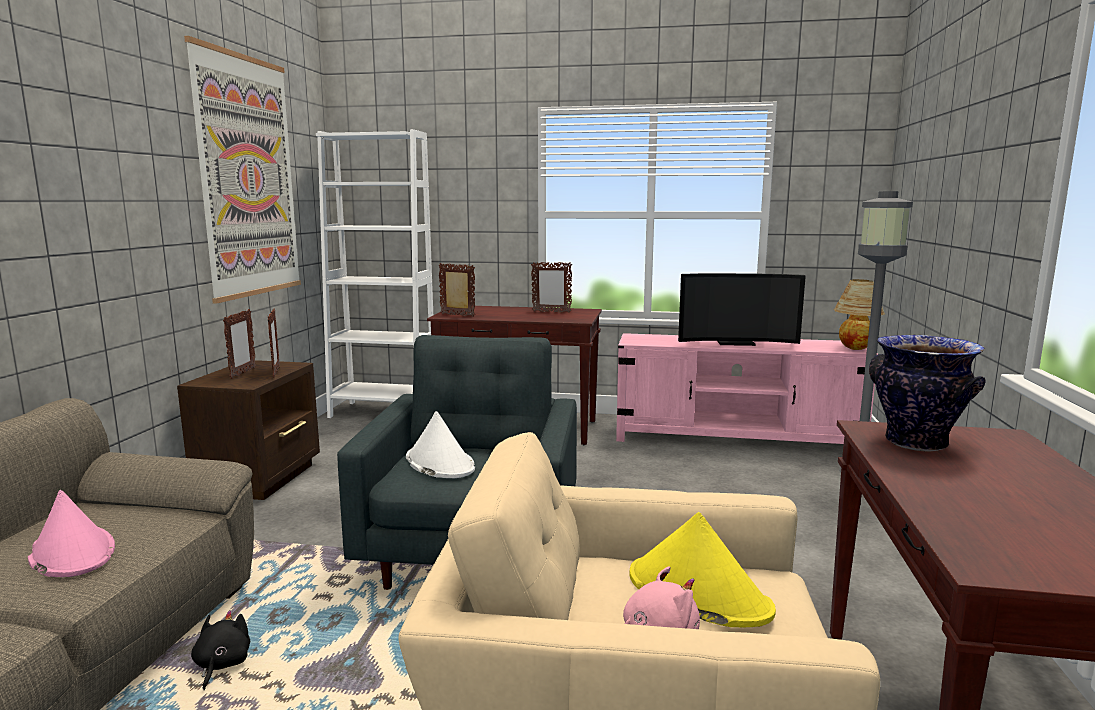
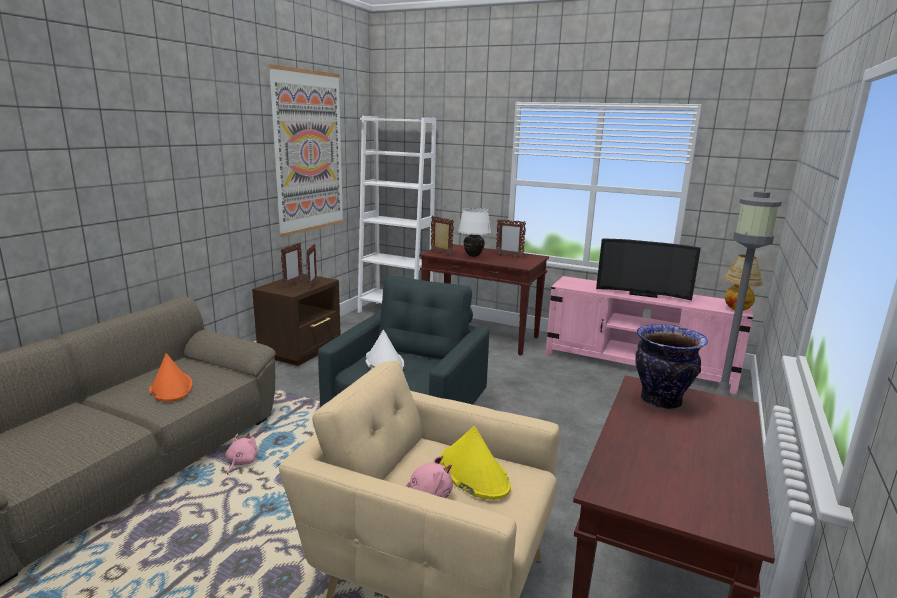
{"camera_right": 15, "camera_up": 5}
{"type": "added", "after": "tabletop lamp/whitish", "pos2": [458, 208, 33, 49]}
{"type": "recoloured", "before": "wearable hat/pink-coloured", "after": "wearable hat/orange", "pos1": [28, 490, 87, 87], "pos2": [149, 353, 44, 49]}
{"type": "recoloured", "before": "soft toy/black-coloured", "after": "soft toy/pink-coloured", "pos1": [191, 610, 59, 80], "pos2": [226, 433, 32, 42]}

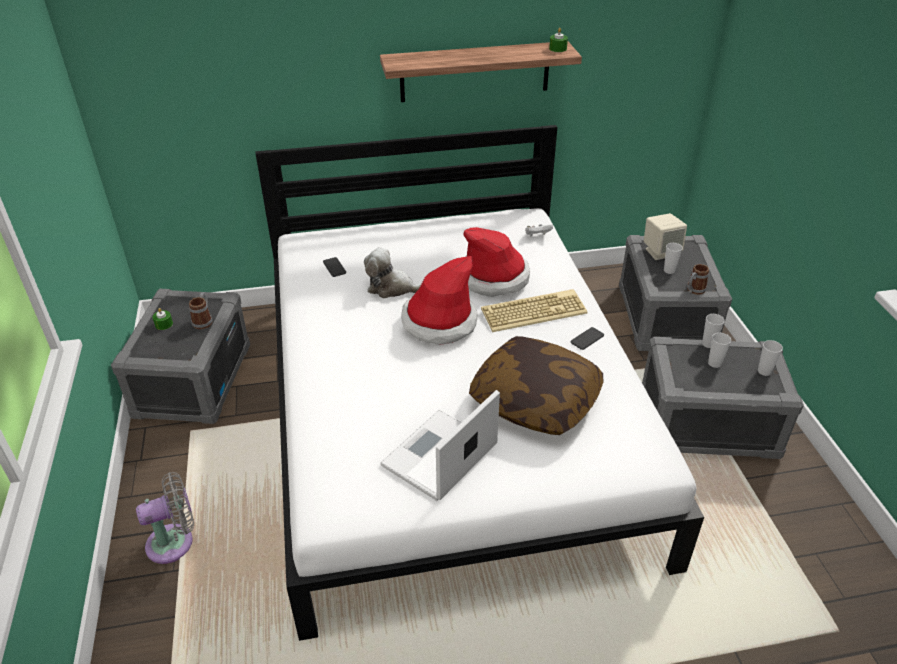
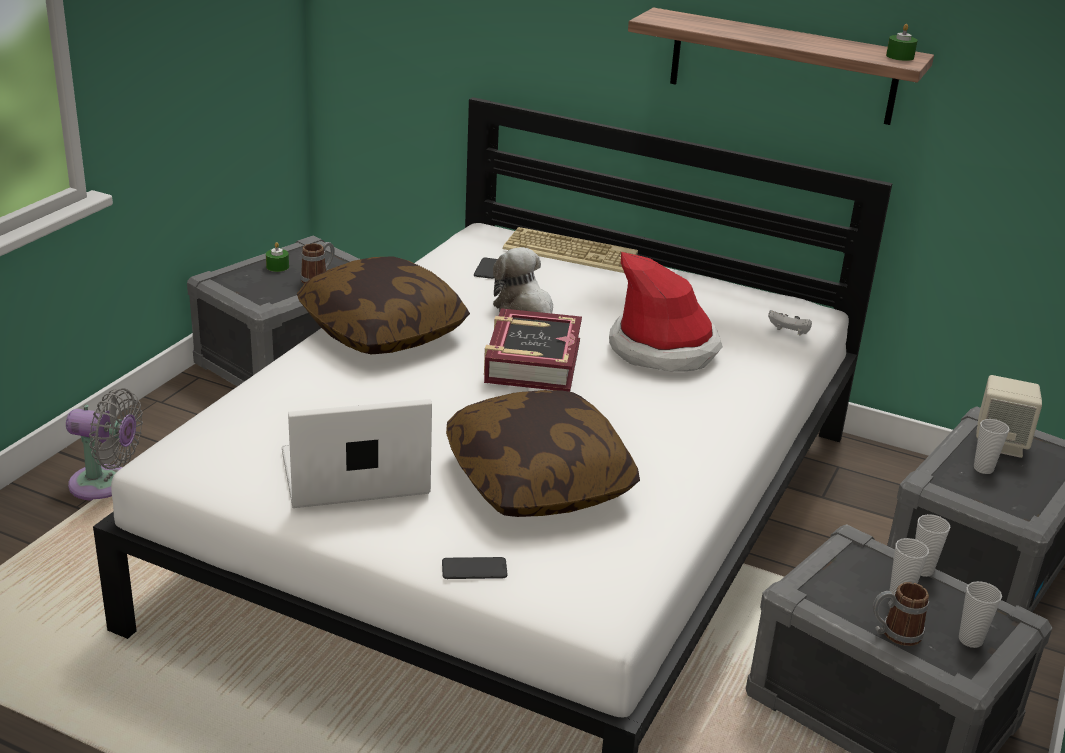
{"camera_right": 35, "camera_up": -10}
{"type": "added", "after": "pillow", "pos2": [297, 256, 173, 98]}
{"type": "moved", "before": "computer keyboard", "pos1": [481, 289, 106, 43], "pos2": [503, 227, 135, 46]}
{"type": "moved", "before": "phone", "pos1": [571, 327, 33, 23], "pos2": [442, 557, 65, 22]}
{"type": "moved", "before": "coffee mug", "pos1": [687, 264, 22, 31], "pos2": [873, 582, 56, 64]}
{"type": "replaced", "before": "wearable hat", "after": "volume", "pos1": [401, 256, 77, 89], "pos2": [484, 308, 98, 84]}

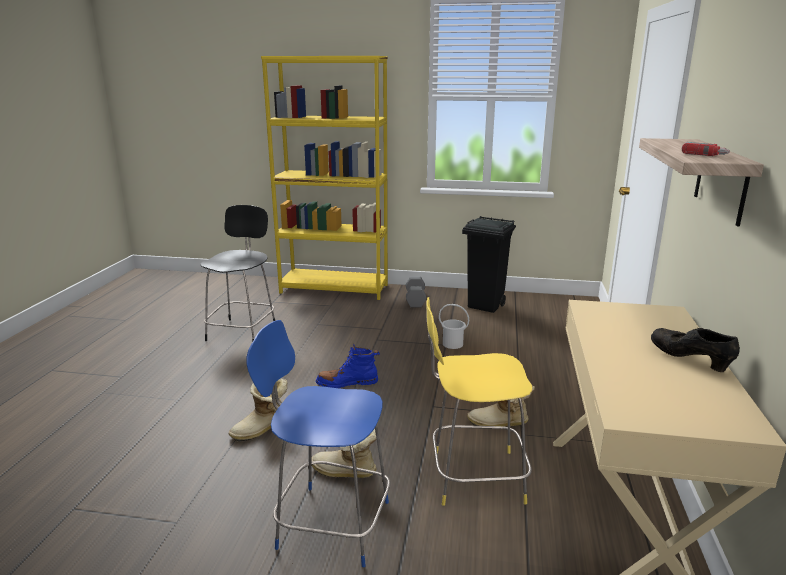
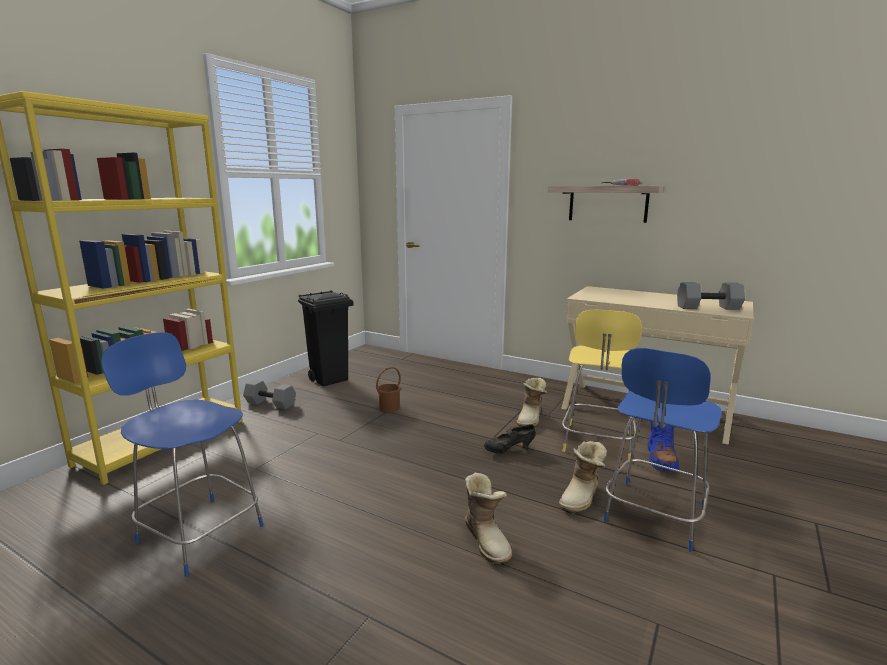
{"camera_right": -70, "camera_up": -5}
{"type": "added", "after": "hand weight/greyish", "pos2": [677, 282, 68, 28]}
{"type": "moved", "before": "high-top boot/bluish", "pos1": [316, 344, 64, 44], "pos2": [648, 421, 31, 51]}
{"type": "moved", "before": "item of footwear/black-coloured", "pos1": [651, 327, 89, 45], "pos2": [484, 424, 52, 30]}
{"type": "recoloured", "before": "stool/black-coloured", "after": "stool/bluish", "pos1": [200, 205, 75, 136], "pos2": [101, 332, 163, 244]}
{"type": "recoloured", "before": "bucket/whitish", "after": "bucket/brown-coloured", "pos1": [439, 304, 30, 45], "pos2": [376, 367, 25, 46]}

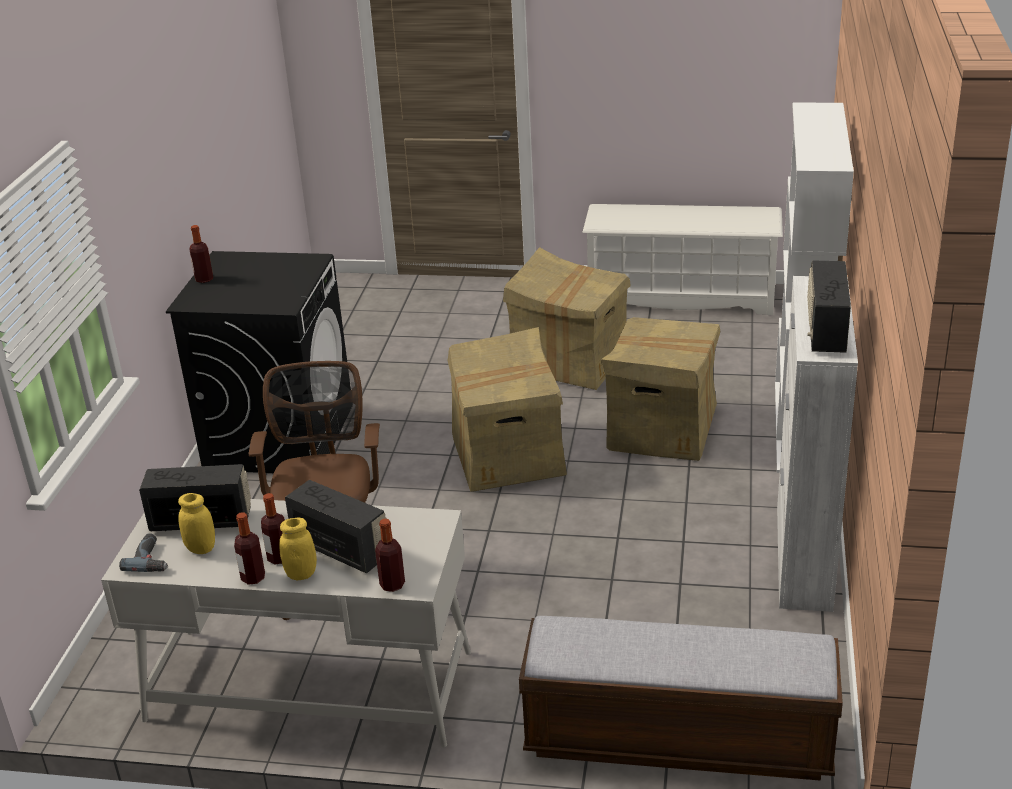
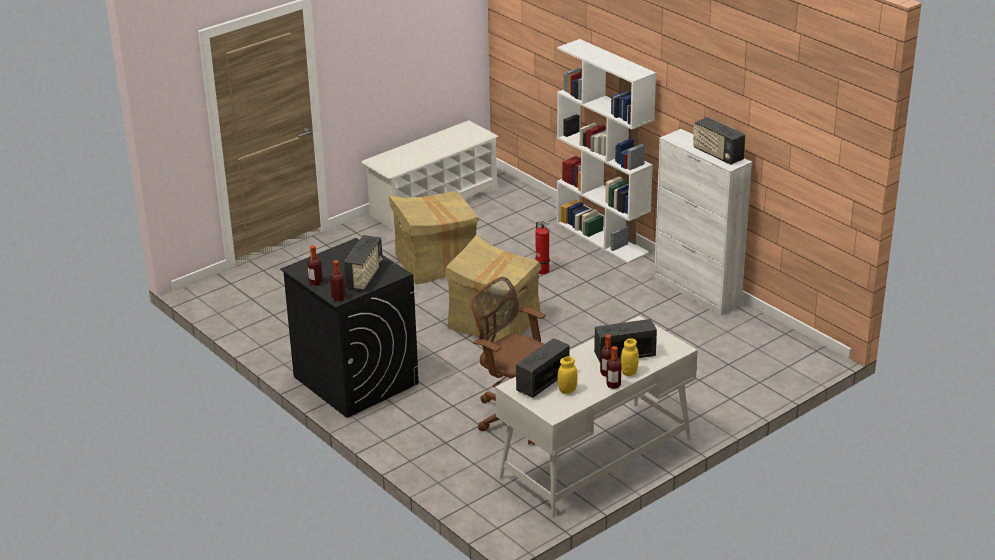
{"camera_right": -50, "camera_up": 0}
{"type": "removed", "before": "electric drill", "pos1": [119, 533, 49, 39]}
{"type": "removed", "before": "indoor bench", "pos1": [519, 616, 324, 165]}
{"type": "added", "after": "radio", "pos2": [344, 235, 39, 56]}
{"type": "moved", "before": "beverage bottle", "pos1": [375, 519, 30, 73], "pos2": [330, 260, 16, 41]}
{"type": "replaced", "before": "cardboard box", "after": "fire-fighting cylinder", "pos1": [601, 317, 120, 144], "pos2": [535, 220, 16, 54]}

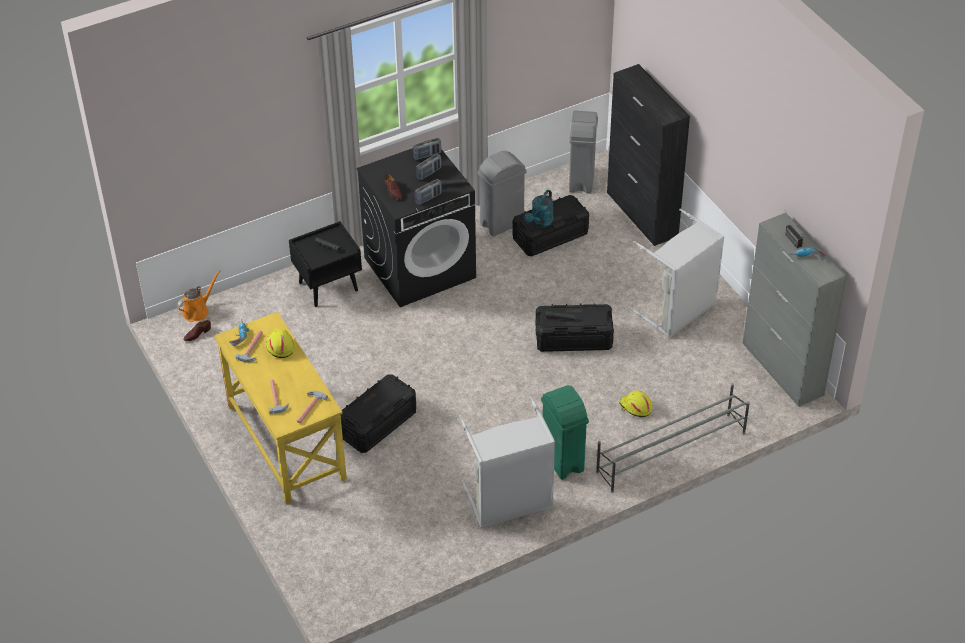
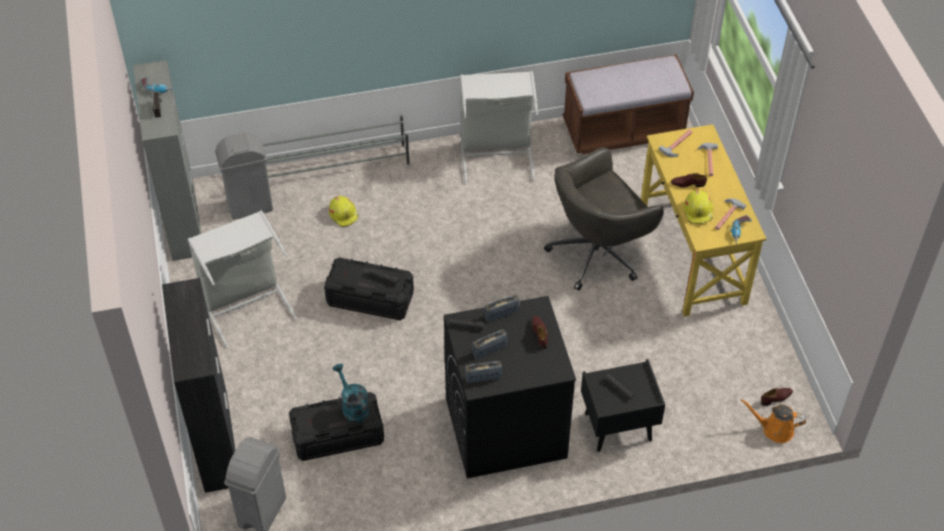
{"camera_right": -165, "camera_up": 5}
{"type": "removed", "before": "waste bin/greenish", "pos1": [541, 385, 48, 95]}
{"type": "added", "after": "indoor bench/brown-coloured", "pos2": [563, 55, 131, 100]}
{"type": "added", "after": "item of footwear/brown-coloured", "pos2": [671, 173, 36, 14]}
{"type": "moved", "before": "waste bin/greyish", "pos1": [478, 151, 49, 85], "pos2": [215, 132, 58, 88]}
{"type": "replaced", "before": "storage box/black-coloured", "after": "office chair/greyish", "pos1": [341, 374, 75, 79], "pos2": [544, 147, 120, 144]}
{"type": "turned", "before": "watering pot/orange", "pos1": [177, 270, 43, 52], "pos2": [741, 399, 65, 44], "turn": 45}
{"type": "turned", "before": "watering pot/turquoise-coloured", "pos1": [524, 190, 30, 37], "pos2": [333, 363, 36, 60], "turn": -75}

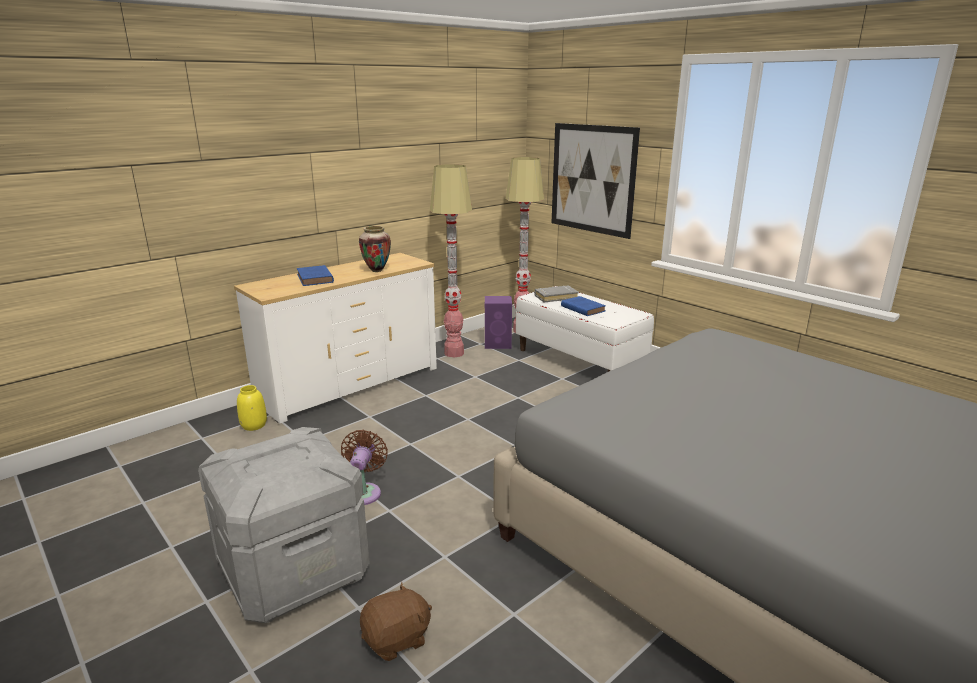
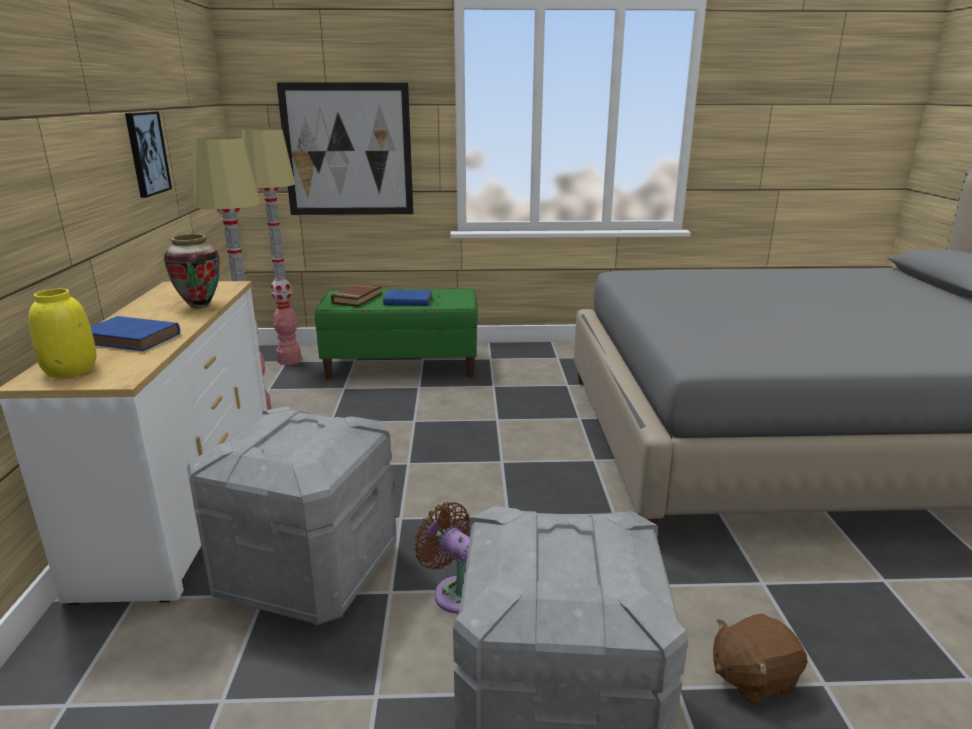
{"camera_right": -50, "camera_up": 0}
{"type": "removed", "before": "loudspeaker/purple-coloured", "pos1": [485, 296, 27, 53]}
{"type": "added", "after": "wall picture", "pos2": [125, 111, 47, 87]}
{"type": "added", "after": "storage box/greyish", "pos2": [187, 406, 210, 219]}
{"type": "moved", "before": "vase/yellowish", "pos1": [237, 385, 30, 46], "pos2": [28, 289, 68, 89]}
{"type": "recoloured", "before": "indoor bench/whitish", "after": "indoor bench/greenish", "pos1": [516, 286, 138, 86], "pos2": [315, 288, 163, 91]}
{"type": "recoloured", "before": "volume/greyish", "after": "volume/brown-coloured", "pos1": [535, 285, 44, 17], "pos2": [331, 283, 51, 24]}
{"type": "turned", "before": "soft toy/brown-coloured", "pos1": [360, 582, 72, 79], "pos2": [713, 613, 95, 93], "turn": -120}

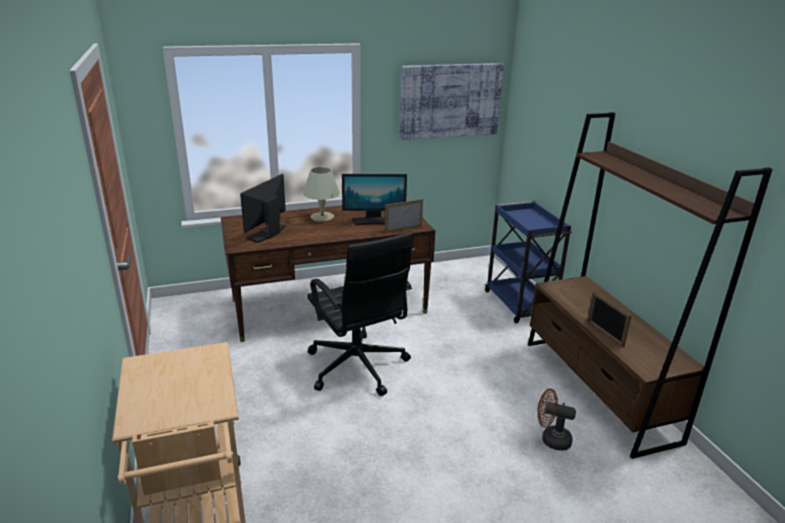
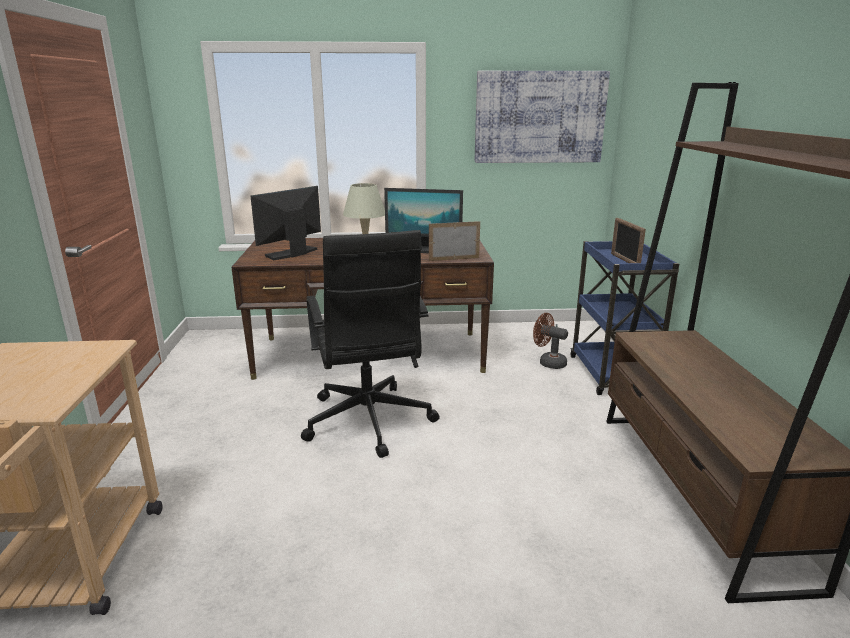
{"camera_right": 15, "camera_up": -5}
{"type": "moved", "before": "cooling fan/brown-coloured", "pos1": [537, 388, 39, 63], "pos2": [533, 313, 35, 56]}
{"type": "moved", "before": "standing frame", "pos1": [587, 291, 45, 57], "pos2": [611, 218, 35, 45]}

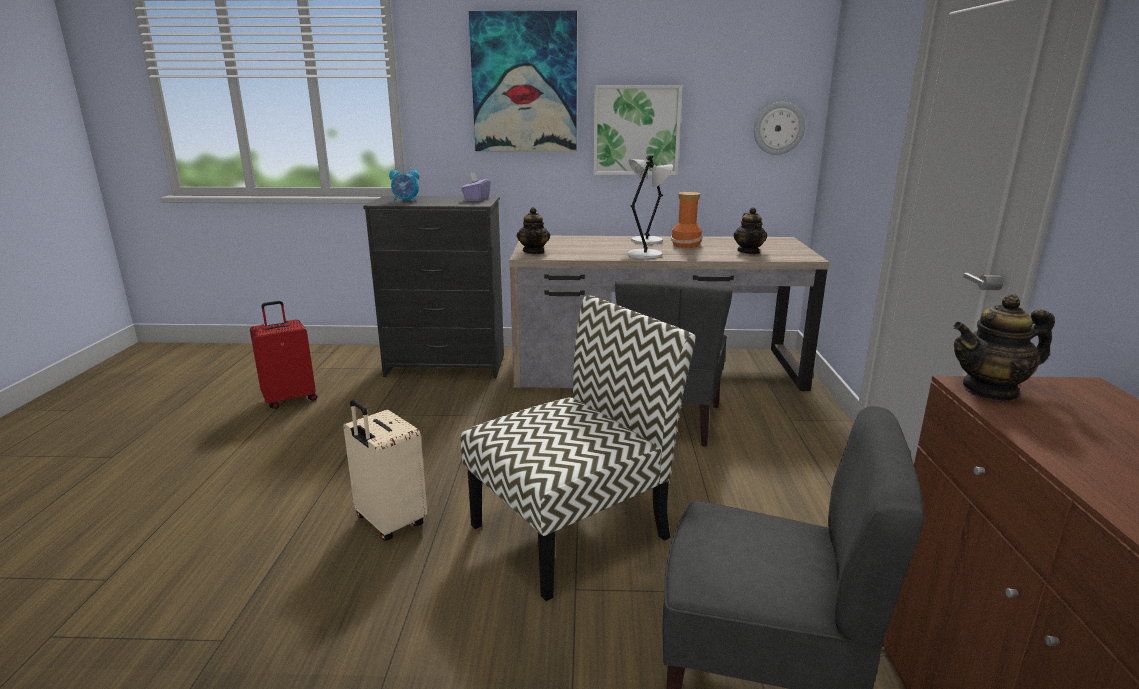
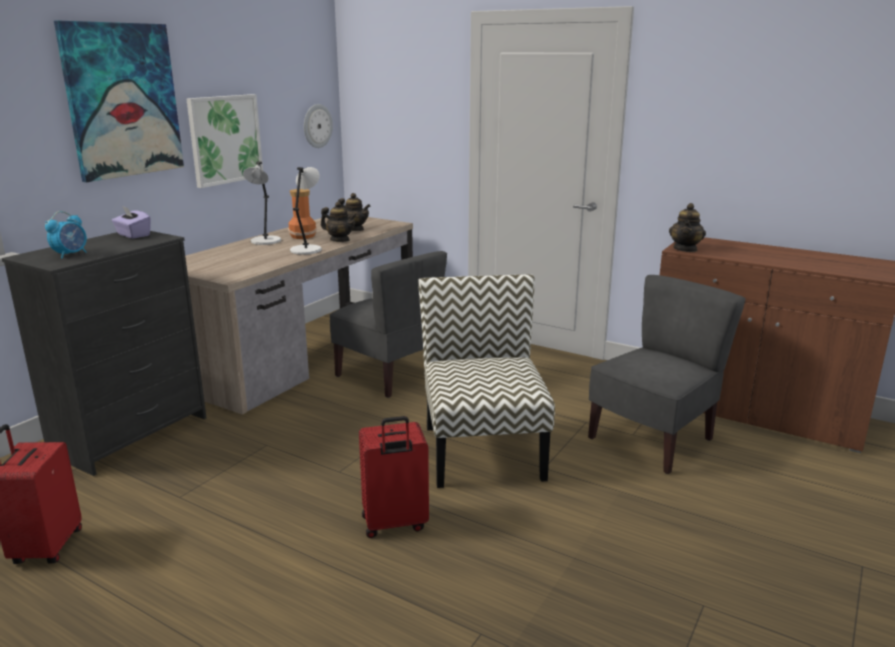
{"camera_right": -60, "camera_up": 0}
{"type": "moved", "before": "teapot", "pos1": [517, 207, 33, 47], "pos2": [321, 202, 36, 40]}
{"type": "recoloured", "before": "piece of luggage/beige", "after": "piece of luggage/reddish", "pos1": [343, 400, 85, 141], "pos2": [359, 416, 70, 122]}

